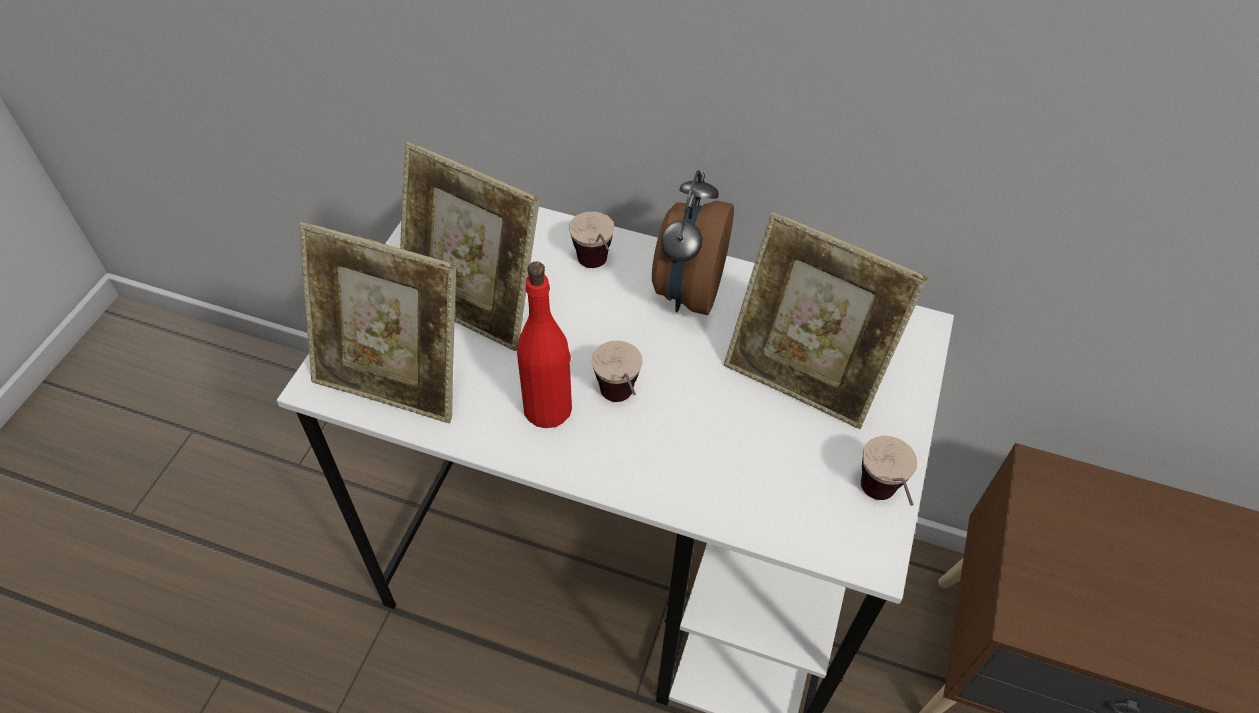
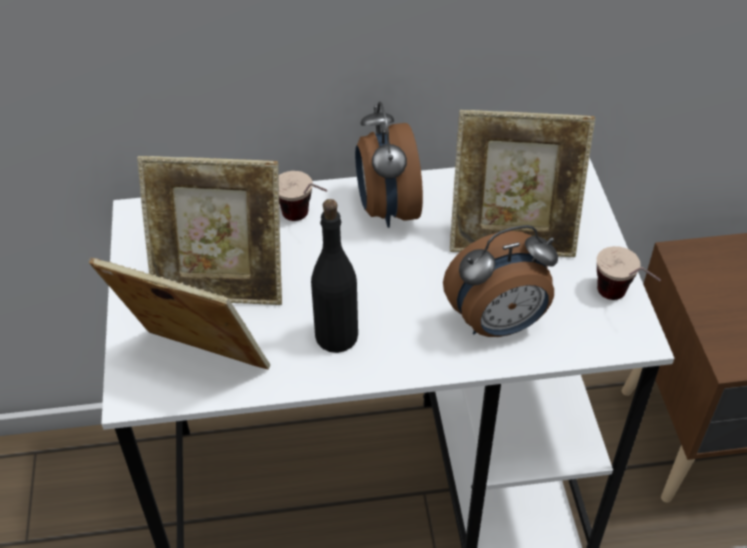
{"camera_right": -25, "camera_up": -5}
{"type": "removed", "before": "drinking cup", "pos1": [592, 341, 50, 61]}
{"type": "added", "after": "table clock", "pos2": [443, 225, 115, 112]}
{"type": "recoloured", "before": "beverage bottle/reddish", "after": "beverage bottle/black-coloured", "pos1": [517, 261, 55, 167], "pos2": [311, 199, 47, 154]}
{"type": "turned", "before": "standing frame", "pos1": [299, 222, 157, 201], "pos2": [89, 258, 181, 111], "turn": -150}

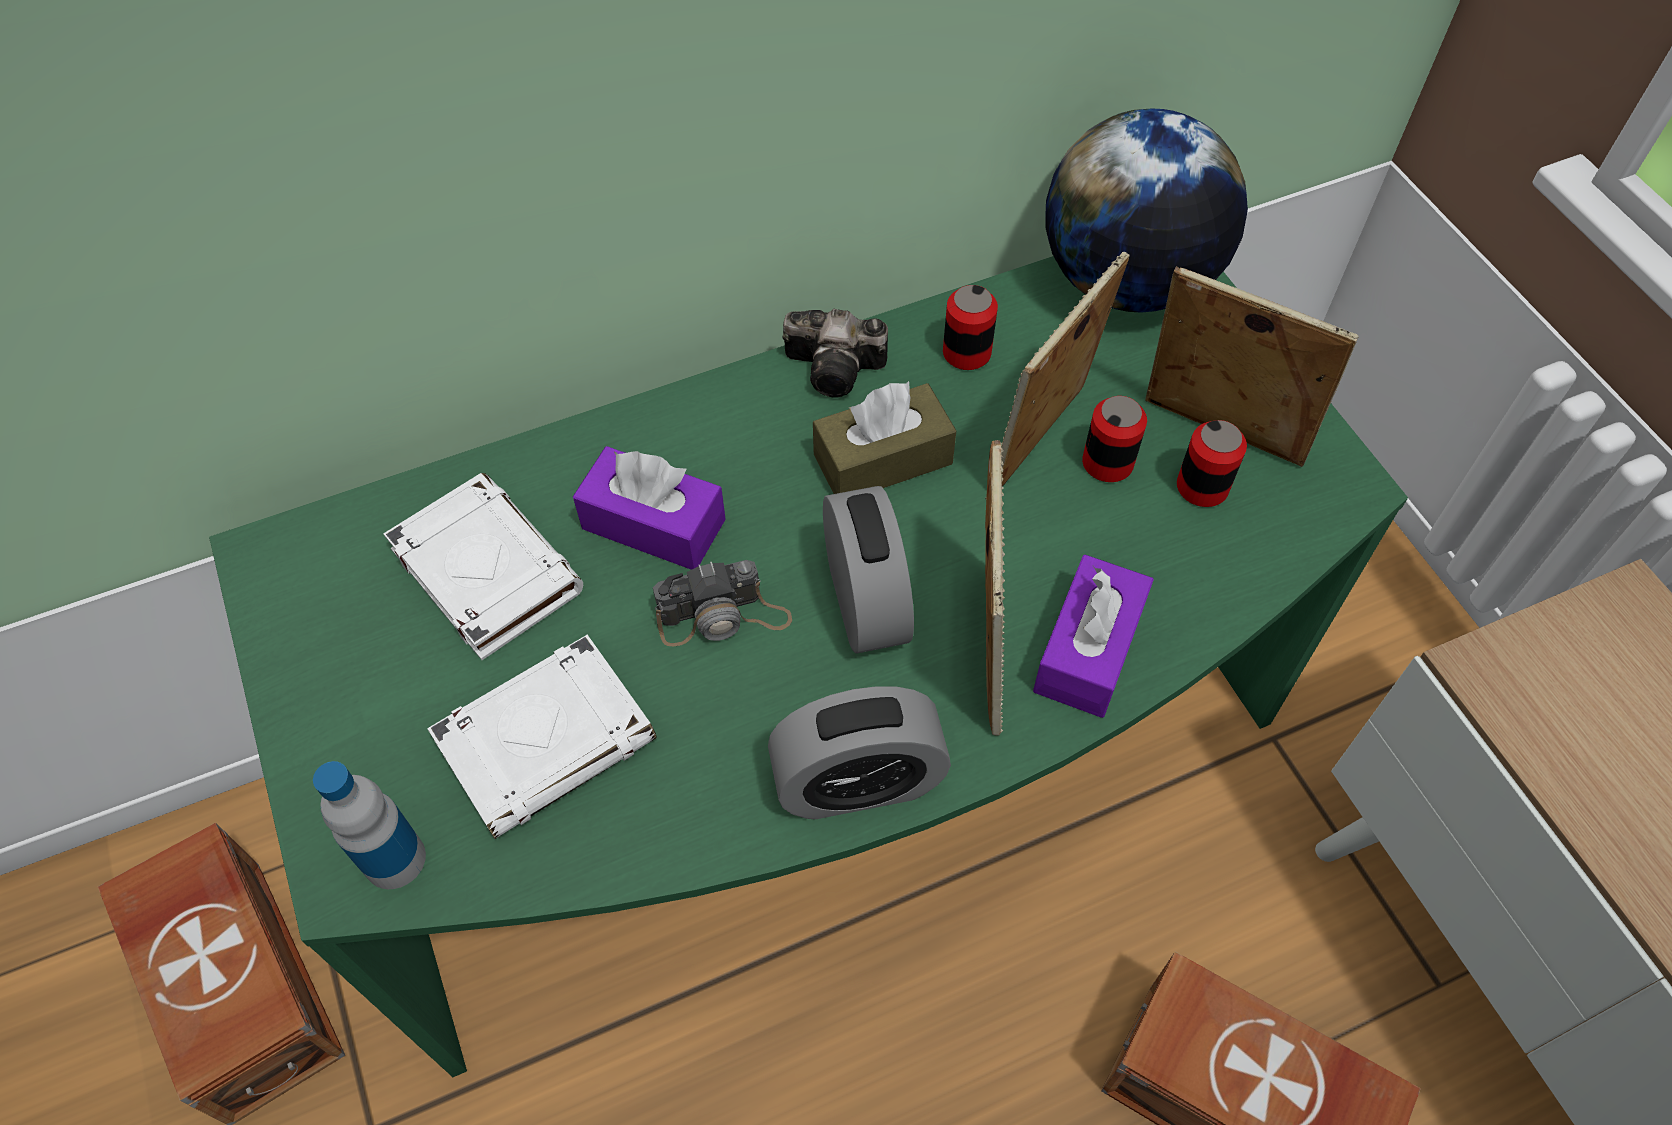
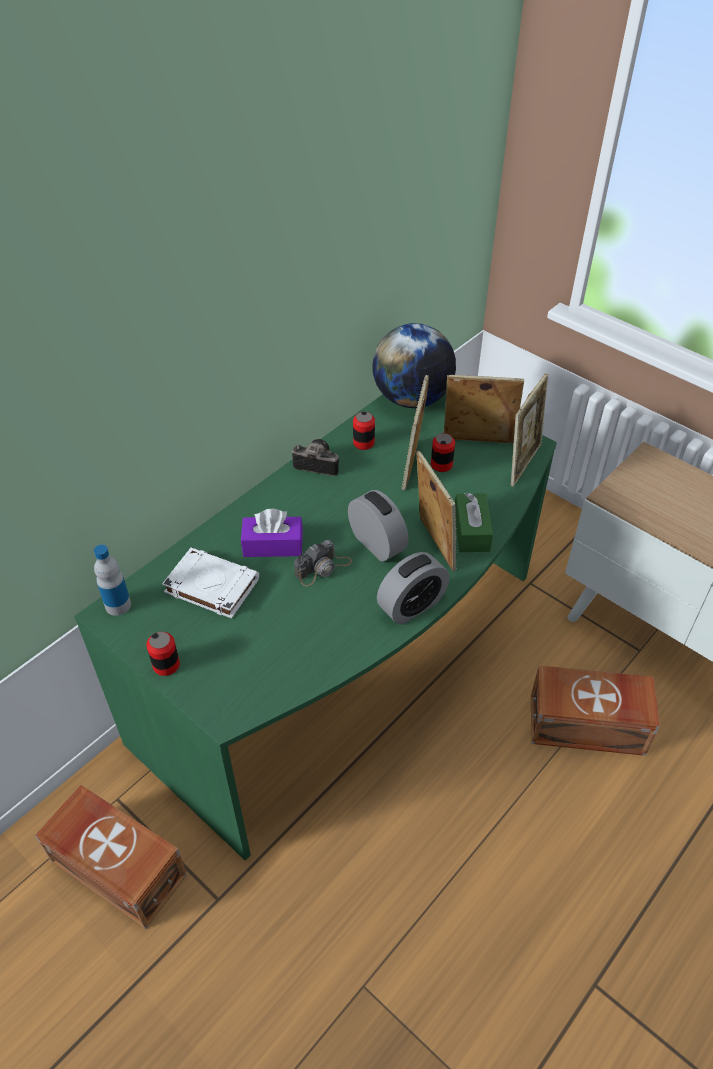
{"camera_right": -25, "camera_up": -10}
{"type": "removed", "before": "volume/whitish", "pos1": [427, 635, 230, 204]}
{"type": "removed", "before": "tissue box/brown-coloured", "pos1": [813, 381, 143, 113]}
{"type": "added", "after": "standing frame", "pos2": [511, 373, 38, 113]}
{"type": "moved", "before": "beverage bottle", "pos1": [313, 761, 113, 128], "pos2": [94, 545, 37, 71]}
{"type": "moved", "before": "can", "pos1": [1177, 420, 70, 87], "pos2": [146, 632, 34, 44]}
{"type": "recoloured", "before": "tissue box/purple-coloured", "after": "tissue box/greenish", "pos1": [1033, 555, 121, 163], "pos2": [455, 493, 38, 59]}
{"type": "turned", "before": "photo camera", "pos1": [782, 309, 106, 89], "pos2": [292, 439, 47, 37], "turn": -150}

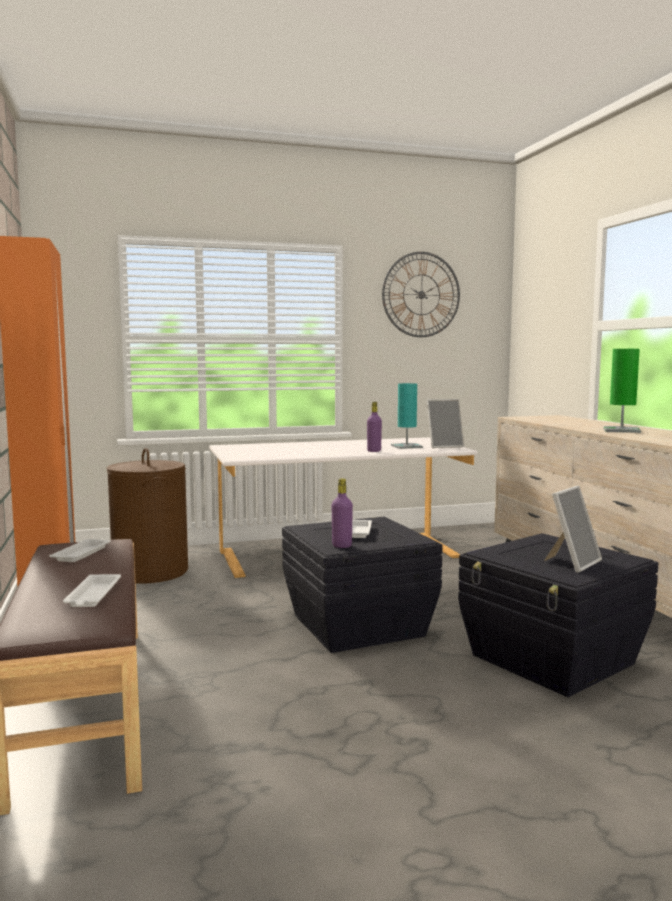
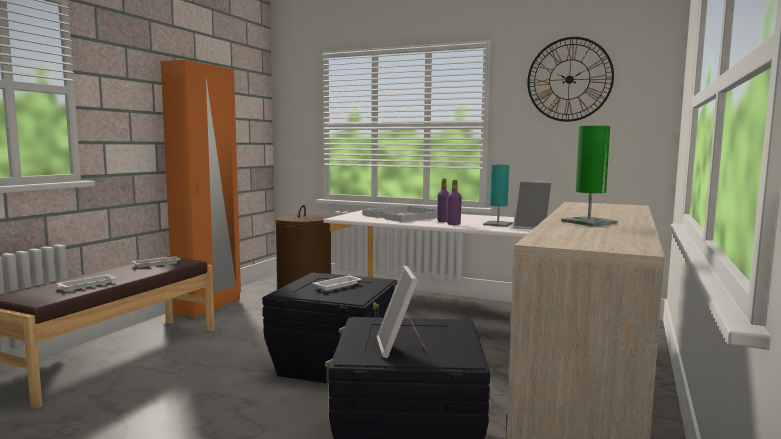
{"camera_right": 40, "camera_up": 0}
{"type": "added", "after": "carrying tray/whitish", "pos2": [362, 205, 75, 17]}
{"type": "moved", "before": "beverage bottle/purple-coloured", "pos1": [332, 478, 21, 70], "pos2": [437, 178, 13, 44]}
{"type": "turned", "before": "standing frame", "pos1": [544, 486, 58, 86], "pos2": [377, 266, 49, 92], "turn": 90}

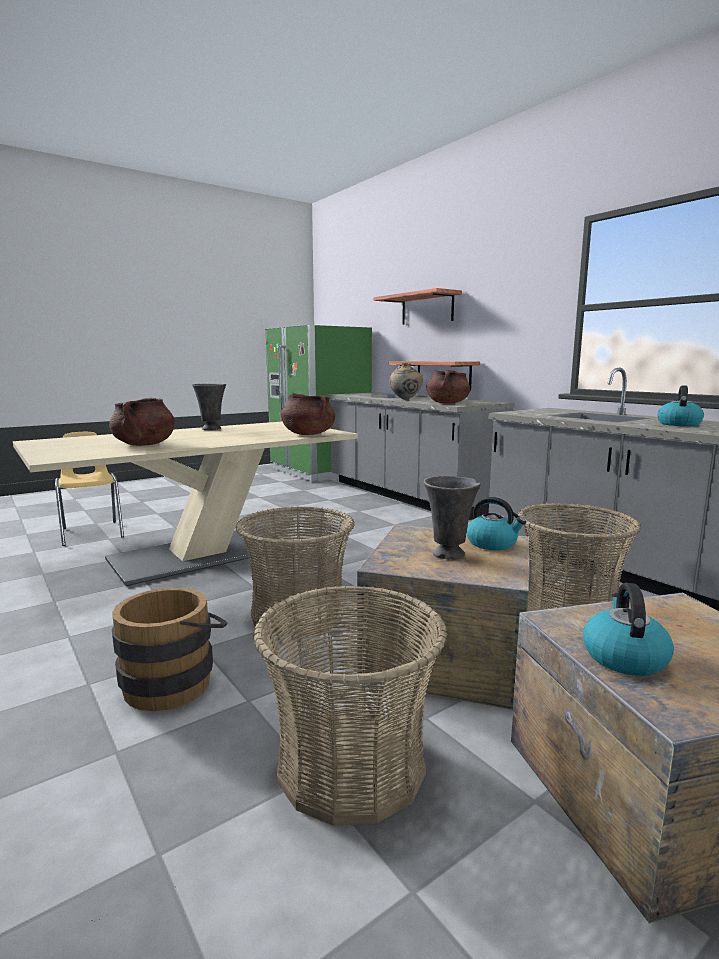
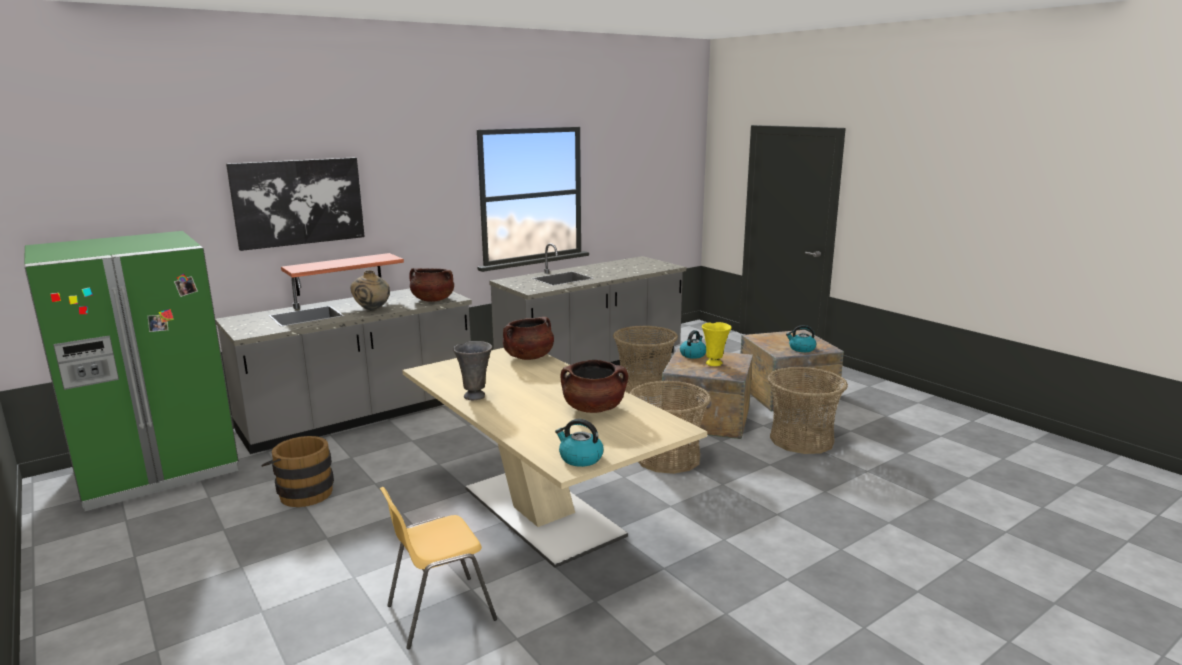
{"camera_right": -90, "camera_up": 5}
{"type": "moved", "before": "bucket/brown-coloured", "pos1": [112, 588, 116, 123], "pos2": [261, 436, 73, 71]}
{"type": "moved", "before": "water kettle", "pos1": [657, 386, 47, 40], "pos2": [555, 419, 49, 48]}
{"type": "replaced", "before": "wall shelf", "after": "wall picture", "pos1": [373, 288, 89, 37], "pos2": [226, 157, 139, 94]}
{"type": "recoloured", "before": "vase/greyish", "after": "vase/yellowish", "pos1": [424, 476, 57, 84], "pos2": [702, 322, 29, 44]}

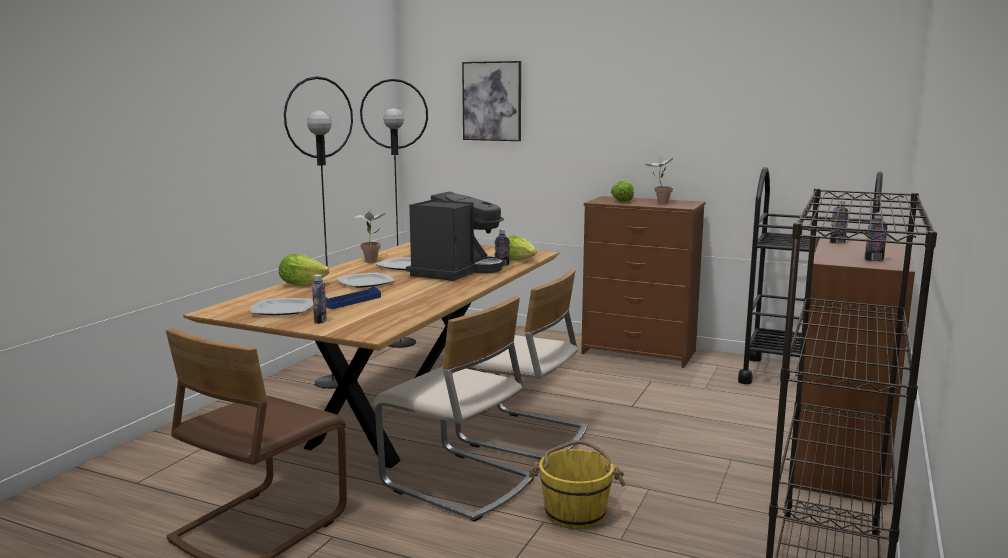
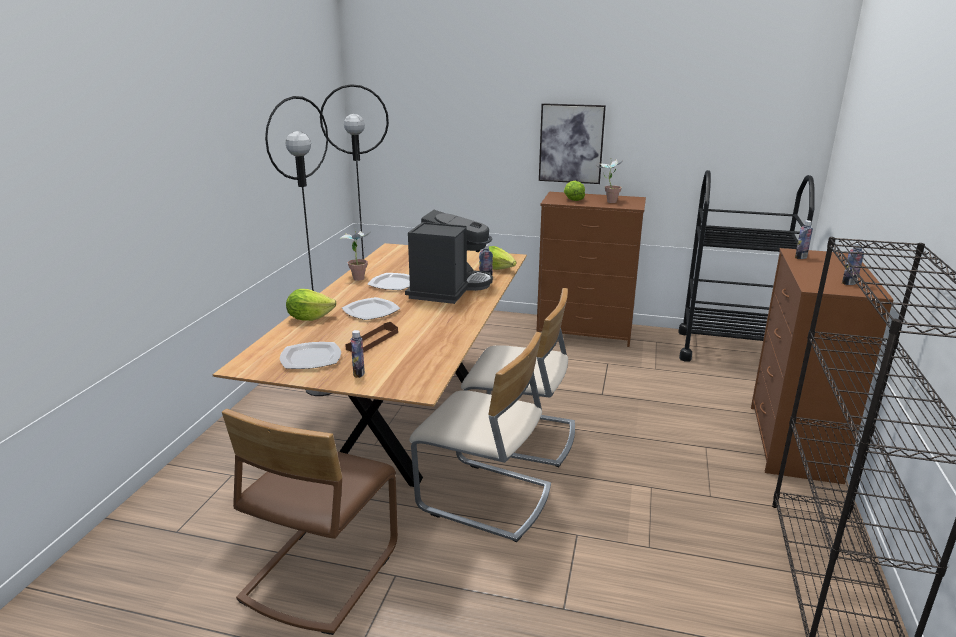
{"camera_right": -10, "camera_up": 10}
{"type": "removed", "before": "bucket/yellowish", "pos1": [529, 440, 97, 89]}
{"type": "moved", "before": "wall picture", "pos1": [462, 61, 59, 80], "pos2": [539, 103, 67, 81]}
{"type": "recoloured", "before": "carrying tray/bluish", "after": "carrying tray/brown-coloured", "pos1": [326, 286, 55, 23], "pos2": [345, 322, 53, 31]}

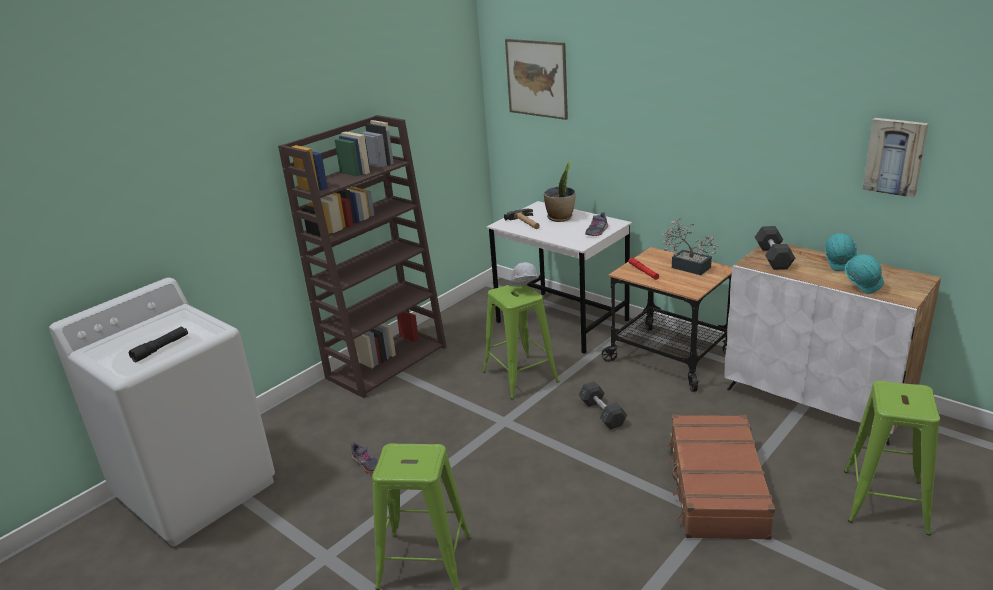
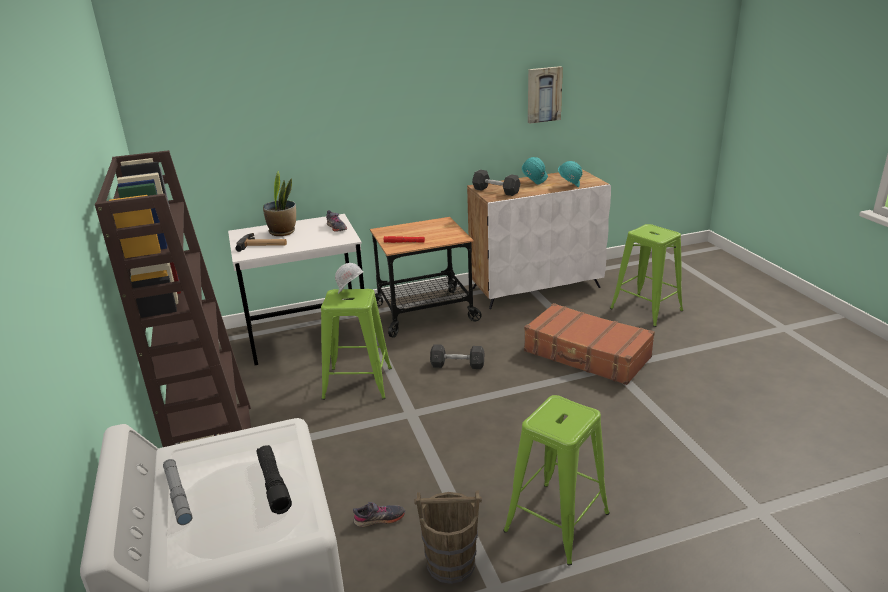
{"camera_right": -60, "camera_up": 0}
{"type": "removed", "before": "wall picture", "pos1": [505, 39, 63, 81]}
{"type": "removed", "before": "potted plant", "pos1": [662, 218, 57, 57]}
{"type": "added", "after": "torch/greyish", "pos2": [163, 459, 29, 66]}
{"type": "added", "after": "bucket/brown-coloured", "pos2": [414, 490, 68, 94]}

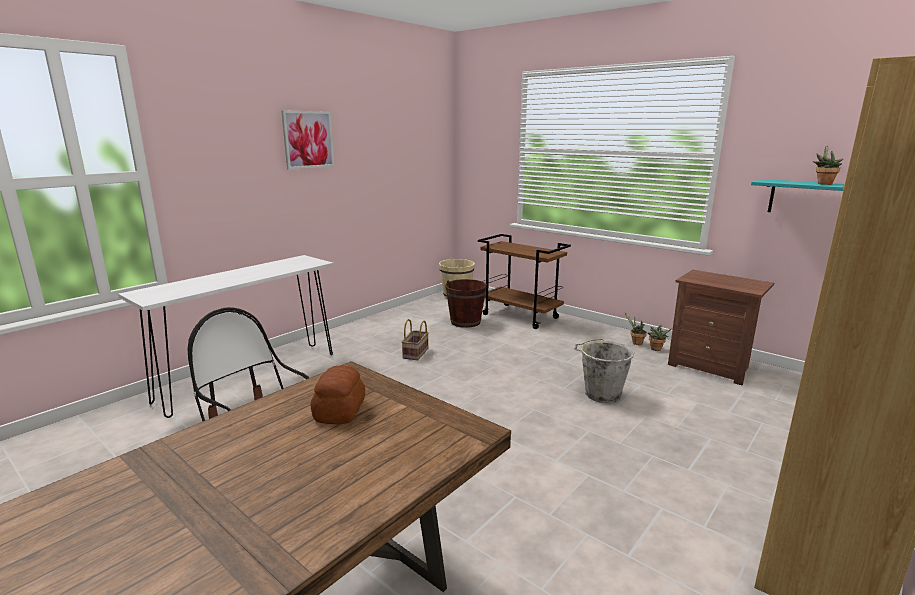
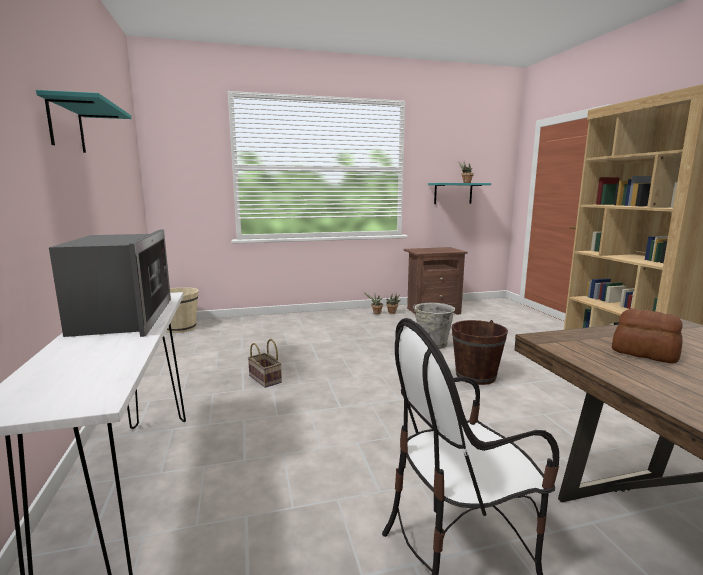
{"camera_right": -55, "camera_up": -5}
{"type": "removed", "before": "trolley/brown-coloured", "pos1": [478, 234, 93, 95]}
{"type": "added", "after": "microwave oven", "pos2": [49, 229, 122, 108]}
{"type": "moved", "before": "bucket/brown-coloured", "pos1": [445, 279, 42, 49], "pos2": [452, 320, 56, 65]}
{"type": "replaced", "before": "wall picture", "after": "wall shelf/turquoise-coloured", "pos1": [282, 110, 52, 59], "pos2": [36, 90, 96, 63]}

